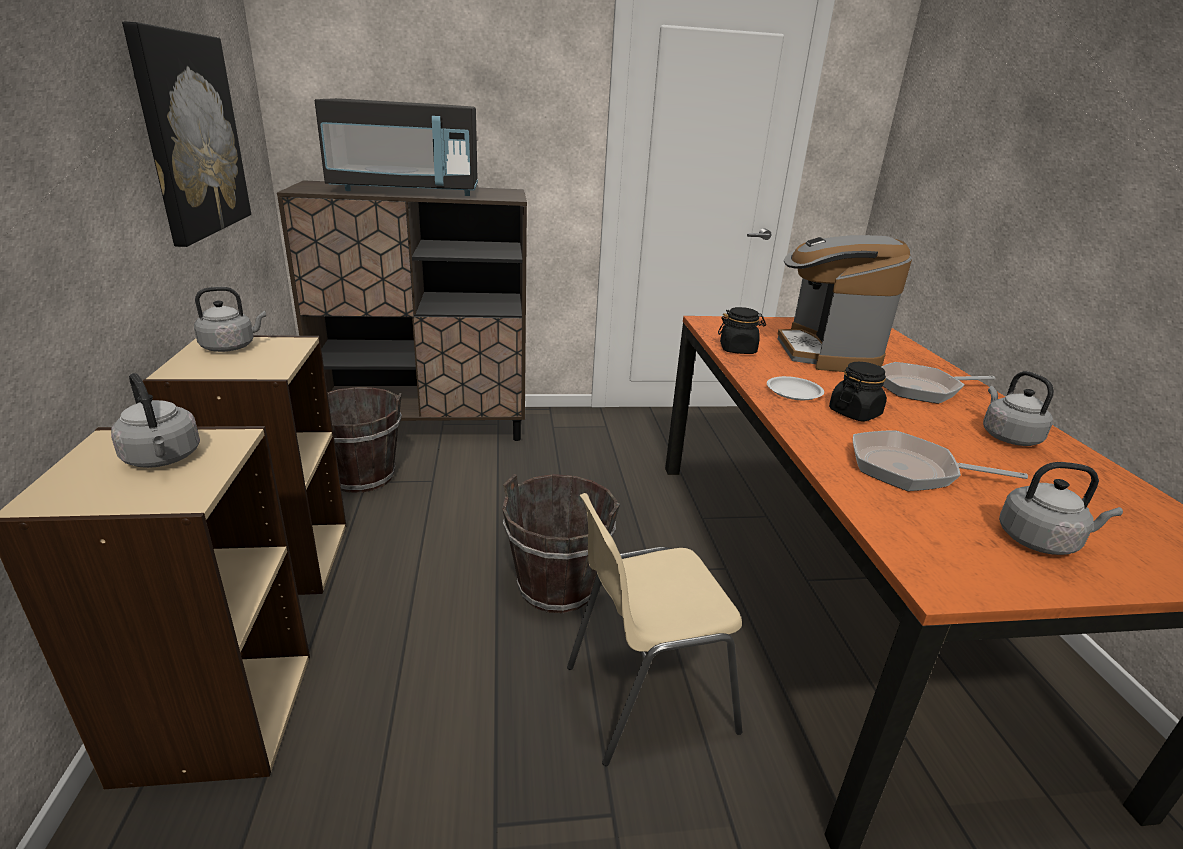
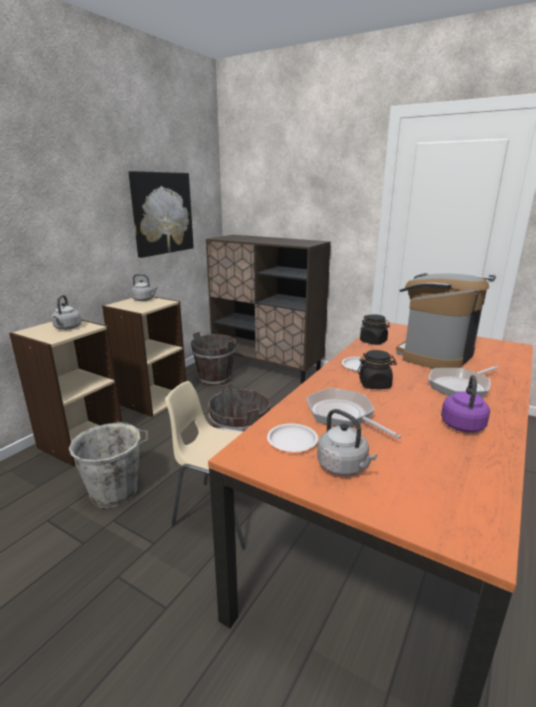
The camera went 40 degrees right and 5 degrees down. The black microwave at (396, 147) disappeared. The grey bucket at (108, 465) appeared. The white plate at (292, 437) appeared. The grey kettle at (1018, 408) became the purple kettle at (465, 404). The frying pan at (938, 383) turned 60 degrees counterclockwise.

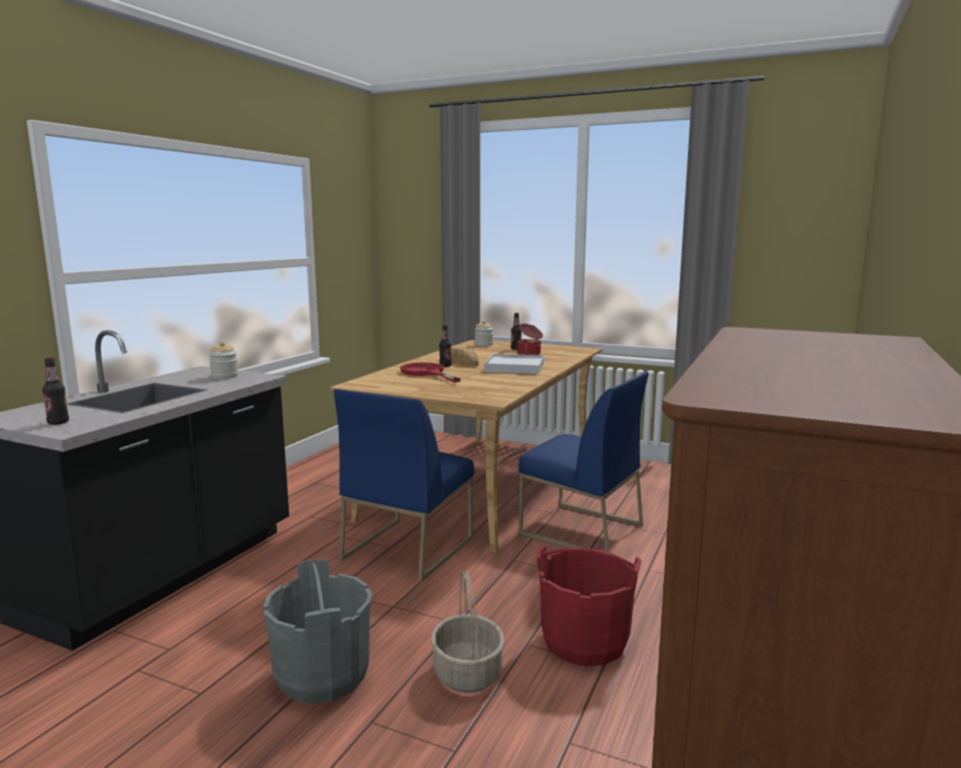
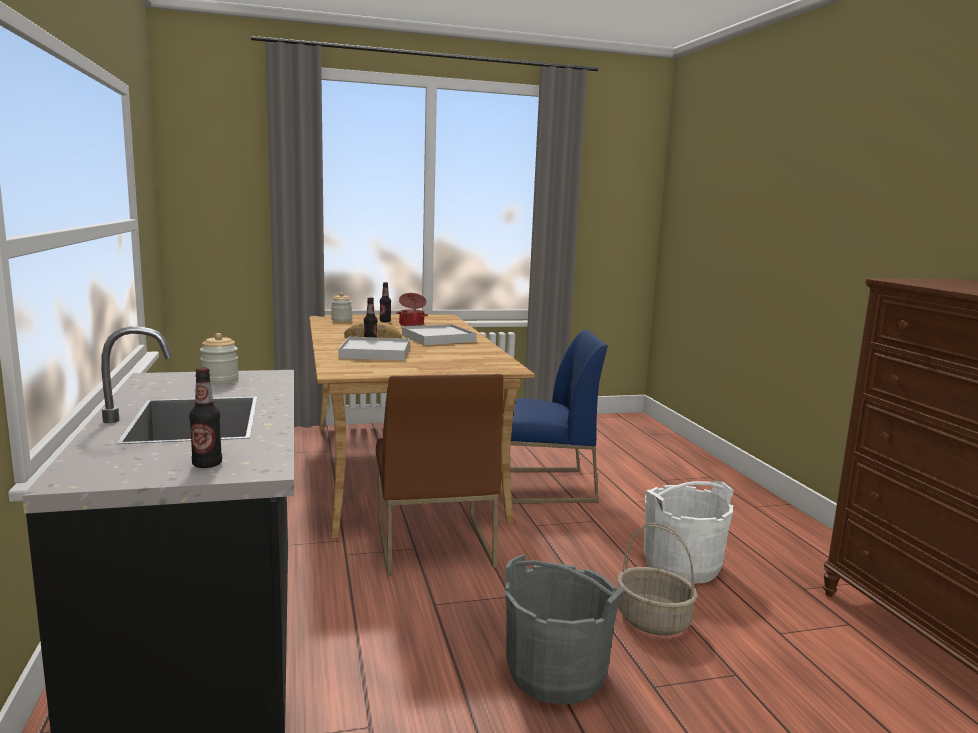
The camera went 40 degrees left and 0 degrees up. The red frying pan at (430, 372) was replaced by the white tray at (374, 348). The blue chair at (404, 485) became the brown chair at (439, 475). The red bucket at (589, 605) became the white bucket at (688, 532).

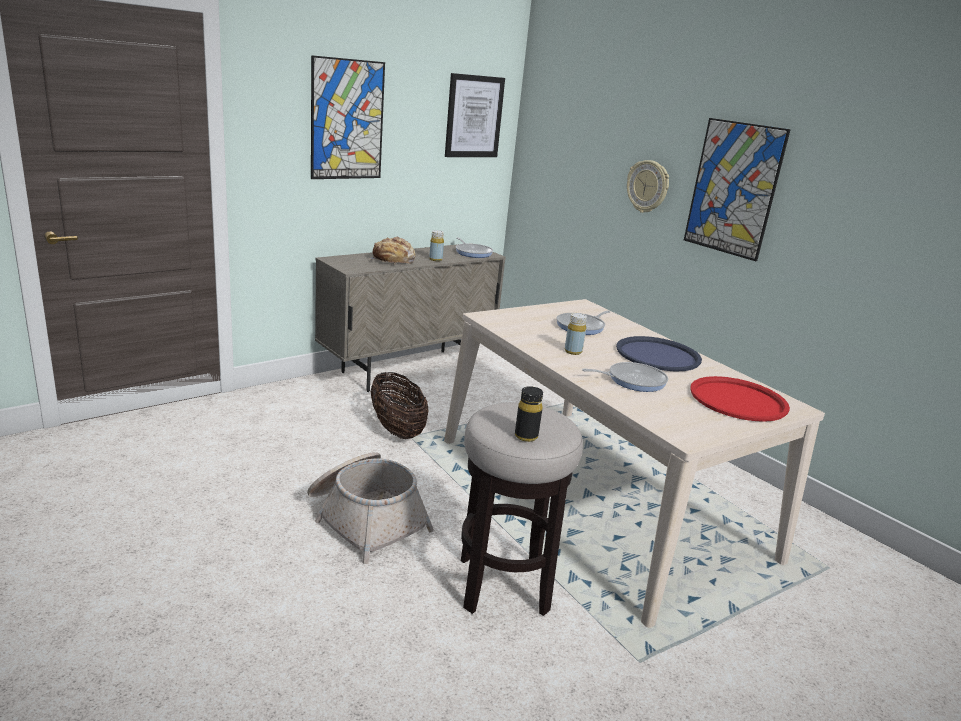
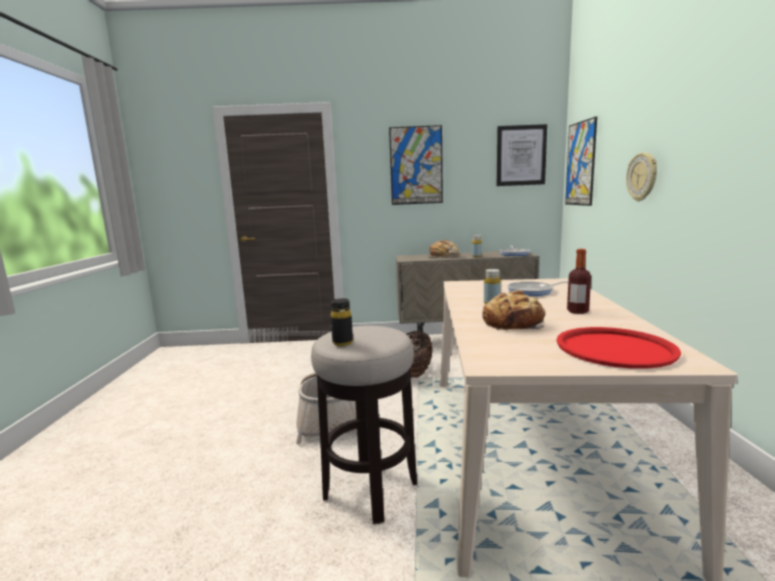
The camera went 40 degrees right and 10 degrees down. The picture moved from (737, 189) to (581, 161). The frying pan at (625, 377) was replaced by the bread at (513, 310). The blue tray at (659, 353) was replaced by the bottle at (579, 281).

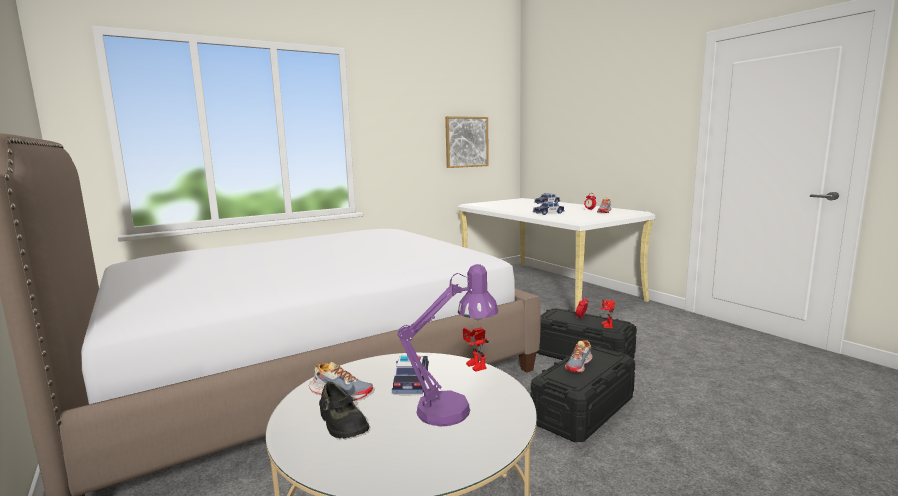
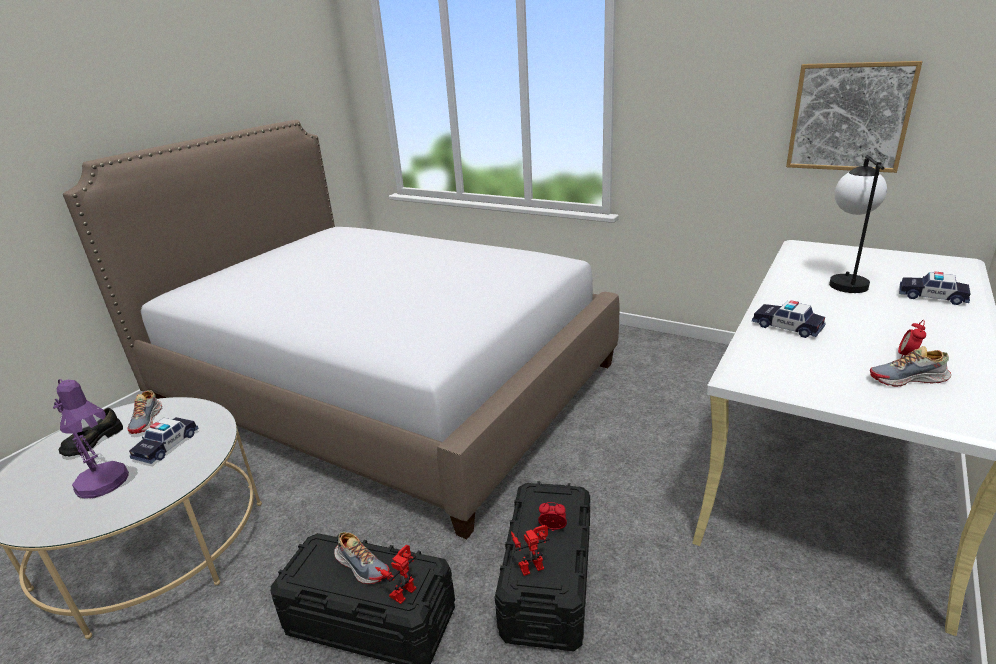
The camera went 65 degrees right and 15 degrees up. The table lamp at (858, 224) appeared. The toy robot moved from (476, 349) to (395, 574). The toy car at (410, 374) turned 135 degrees clockwise. The shoe at (578, 356) turned 150 degrees counterclockwise.

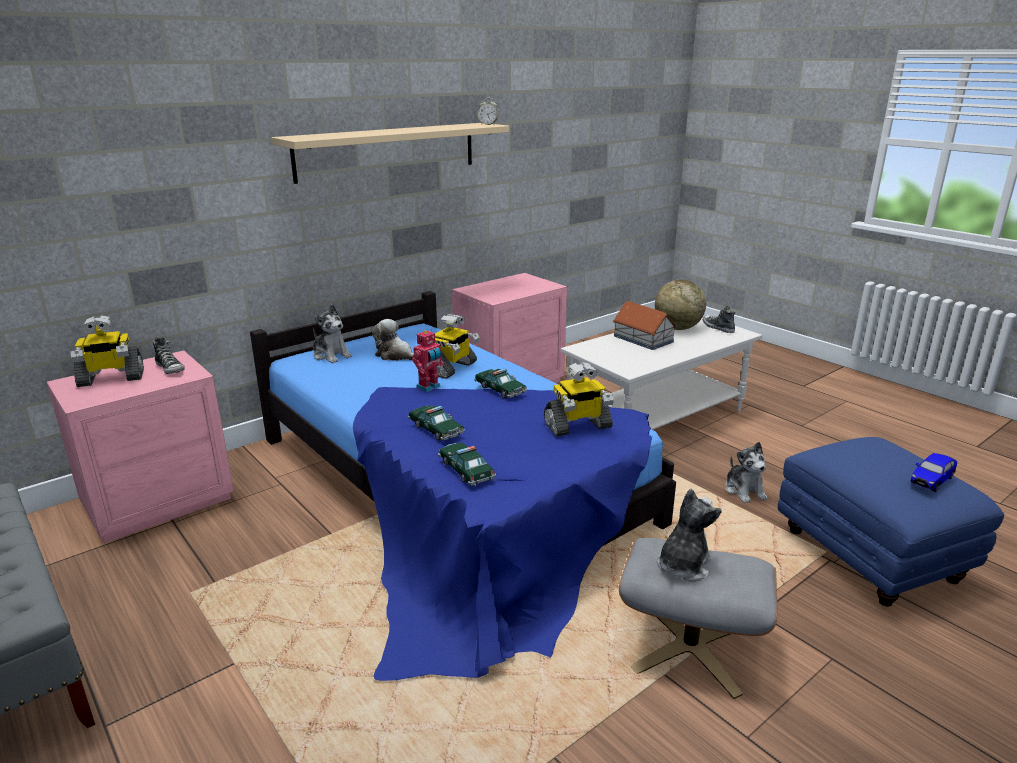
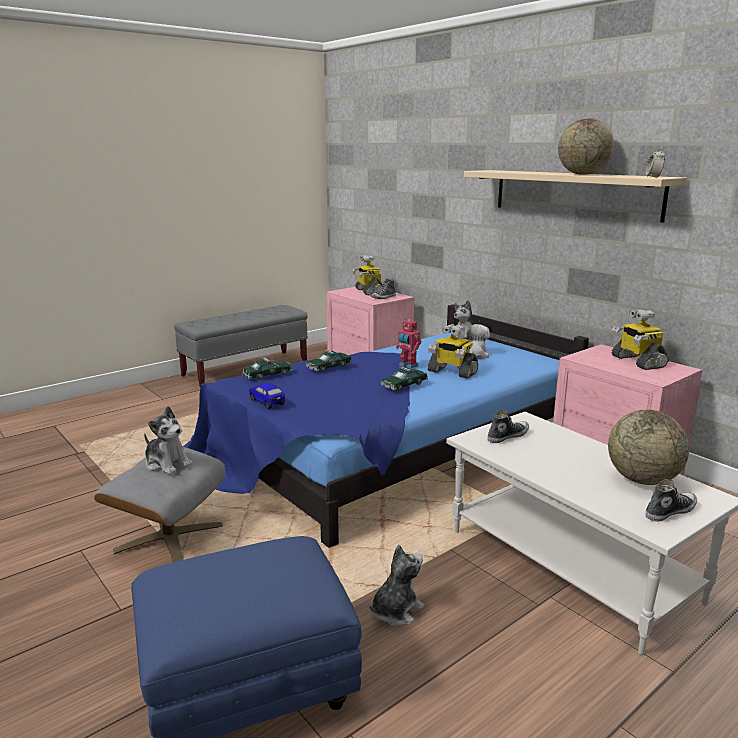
The camera went 90 degrees right and 5 degrees down. The toy house at (645, 325) disappeared. The shoe at (508, 426) appeared. The globe at (586, 147) appeared. The toy robot moved from (579, 399) to (640, 339). The toy car moved from (934, 472) to (267, 396). The plush toy at (746, 472) turned 150 degrees clockwise.

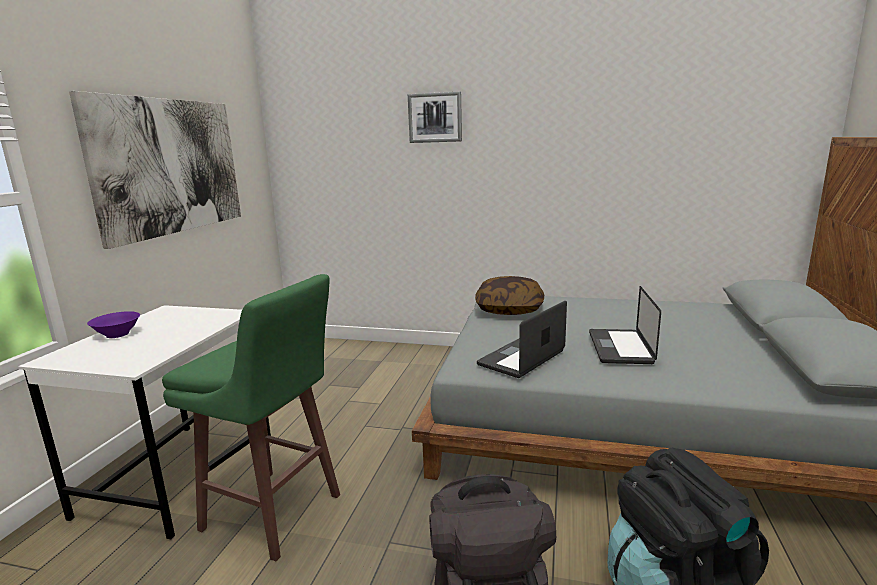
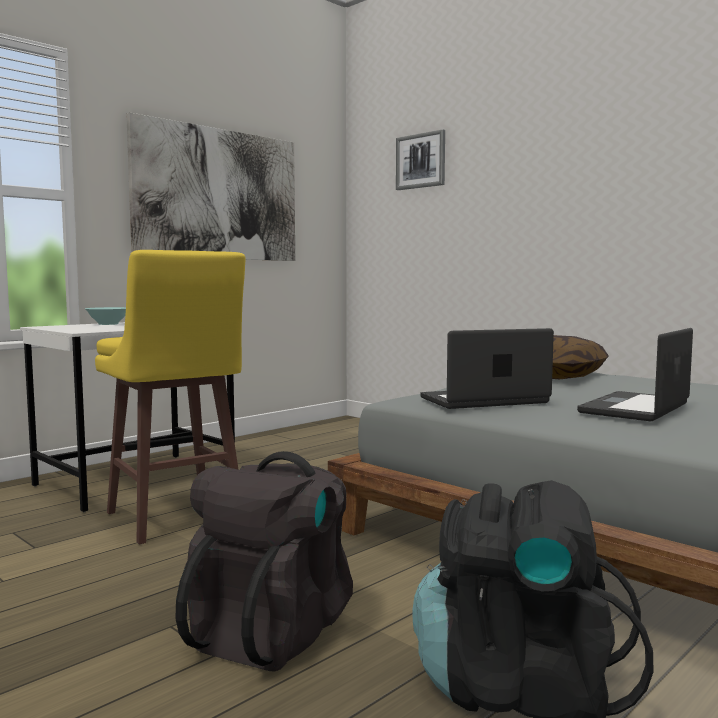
The camera went 30 degrees right and 10 degrees down. The picture moved from (435, 117) to (420, 159). The purple bowl at (113, 324) became the turquoise bowl at (105, 316). The green stool at (251, 417) became the yellow stool at (170, 397).

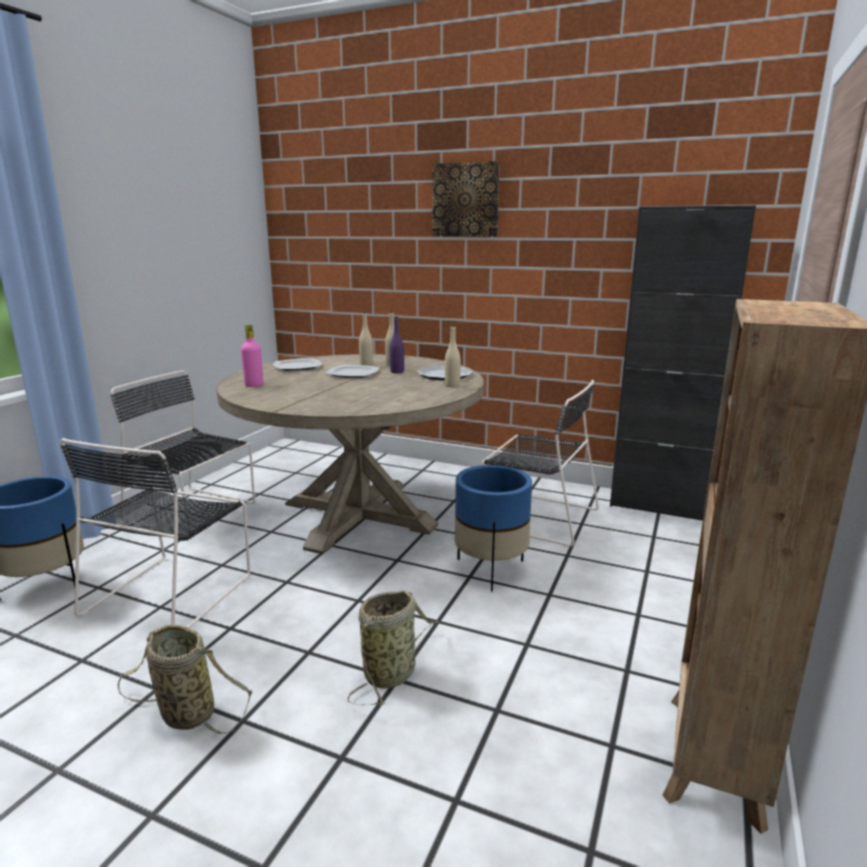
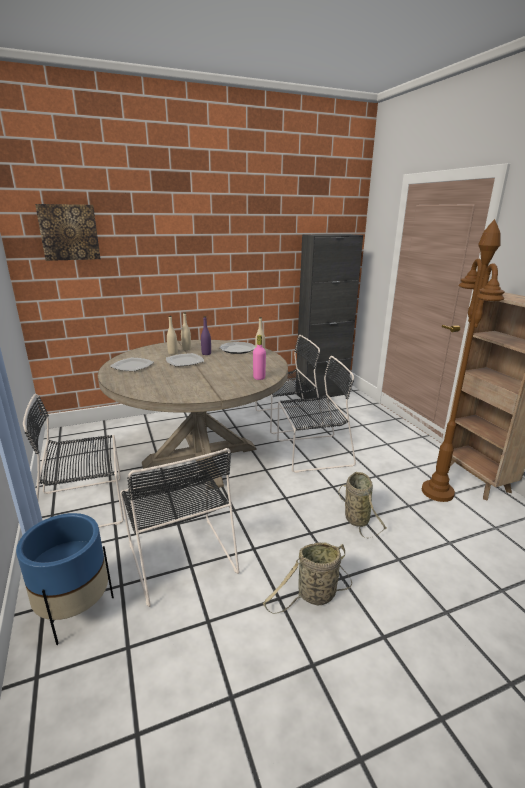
The camera went 45 degrees left and 5 degrees up. The brown floor lamp at (463, 360) appeared. The pink bottle moved from (252, 356) to (259, 357). The picture moved from (466, 198) to (67, 232). The blue planter at (493, 528) was replaced by the black chair at (316, 414).

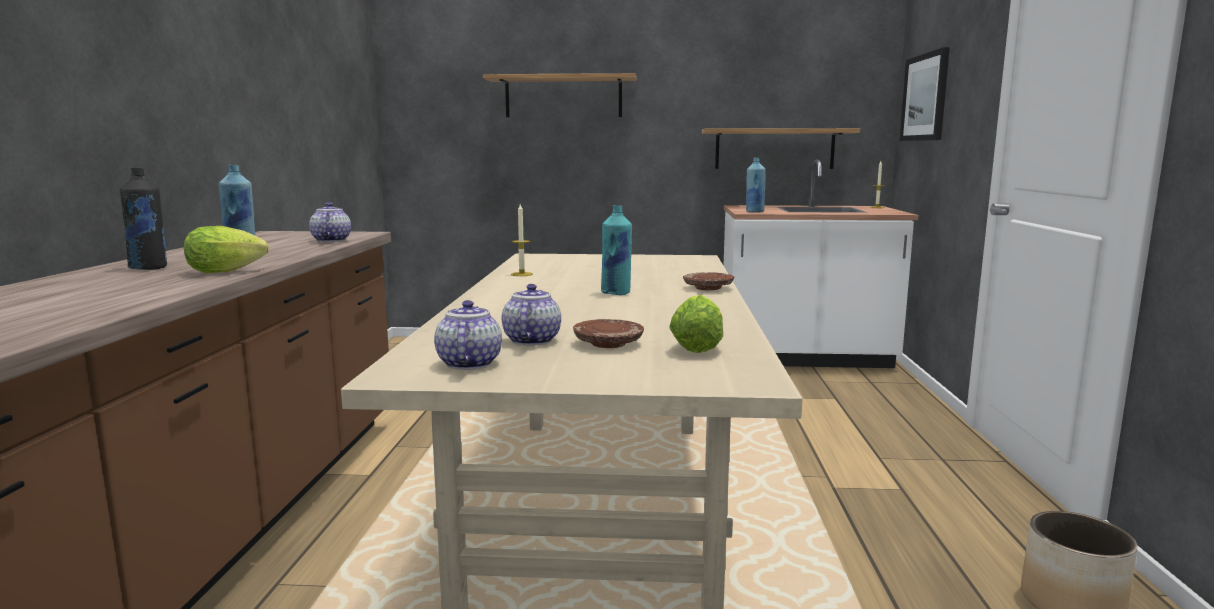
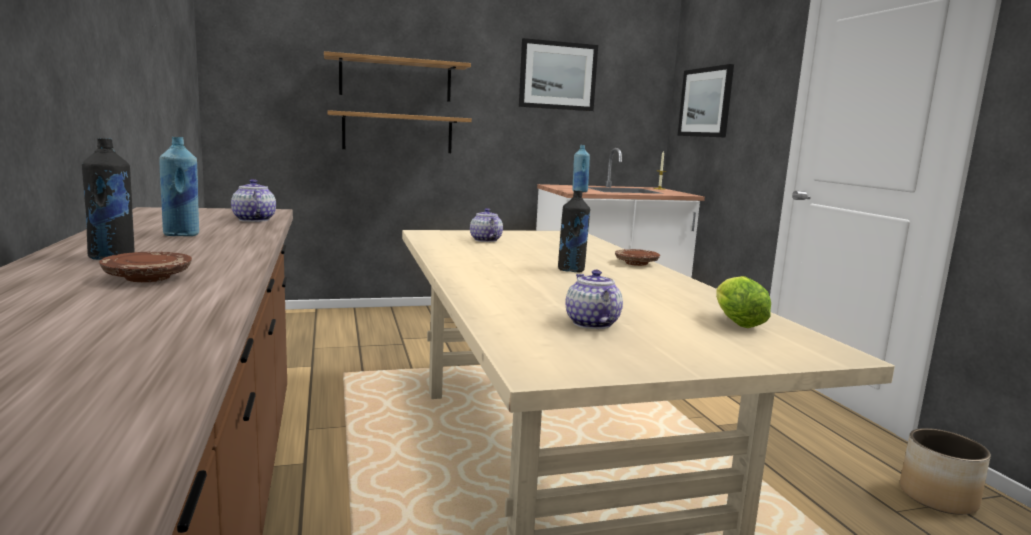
The camera went 20 degrees left and 0 degrees up. The lettuce at (226, 249) disappeared. The candle at (522, 240) disappeared. The picture at (558, 74) appeared. The teapot moved from (468, 335) to (486, 225). The brown plate moved from (608, 333) to (145, 267). The shelf moved from (781, 148) to (399, 131). The turquoise bottle at (616, 250) became the black bottle at (574, 231).

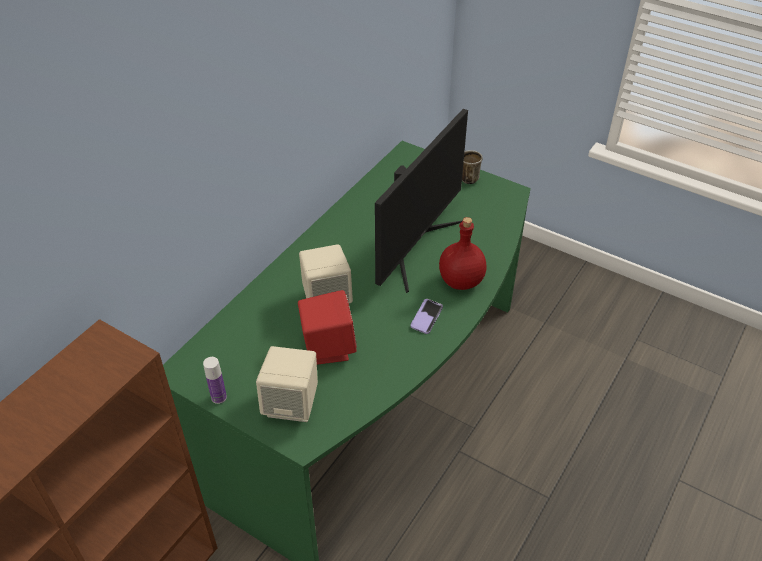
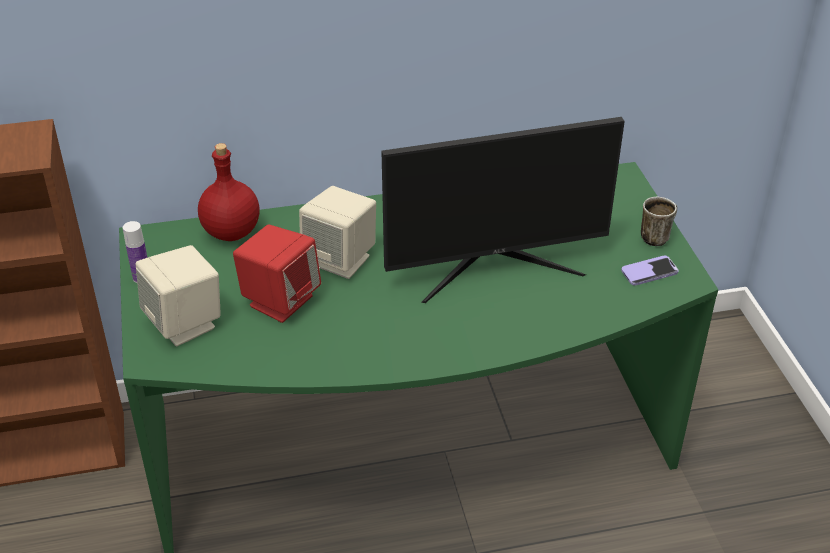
The camera went 45 degrees right and 5 degrees down. The phone moved from (426, 316) to (650, 270). The red bottle moved from (463, 253) to (229, 192).

